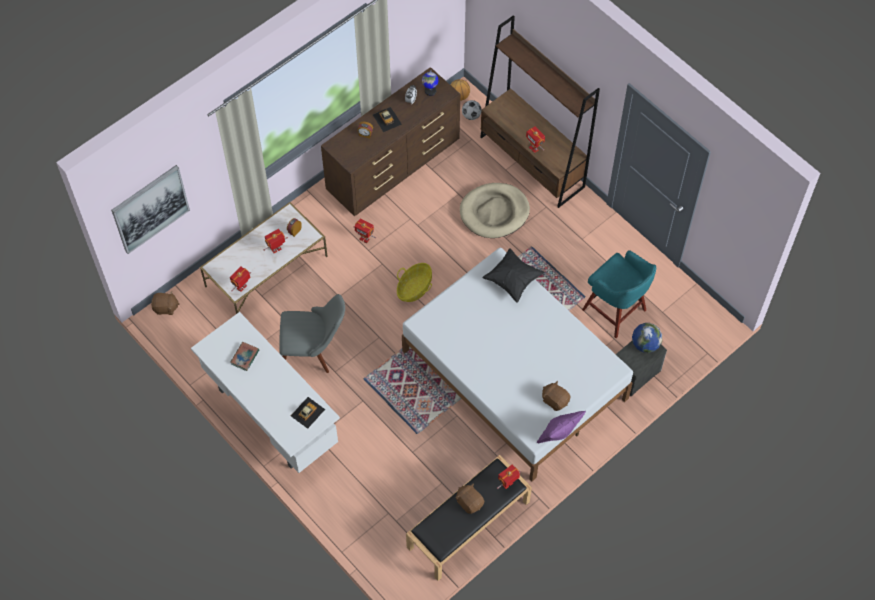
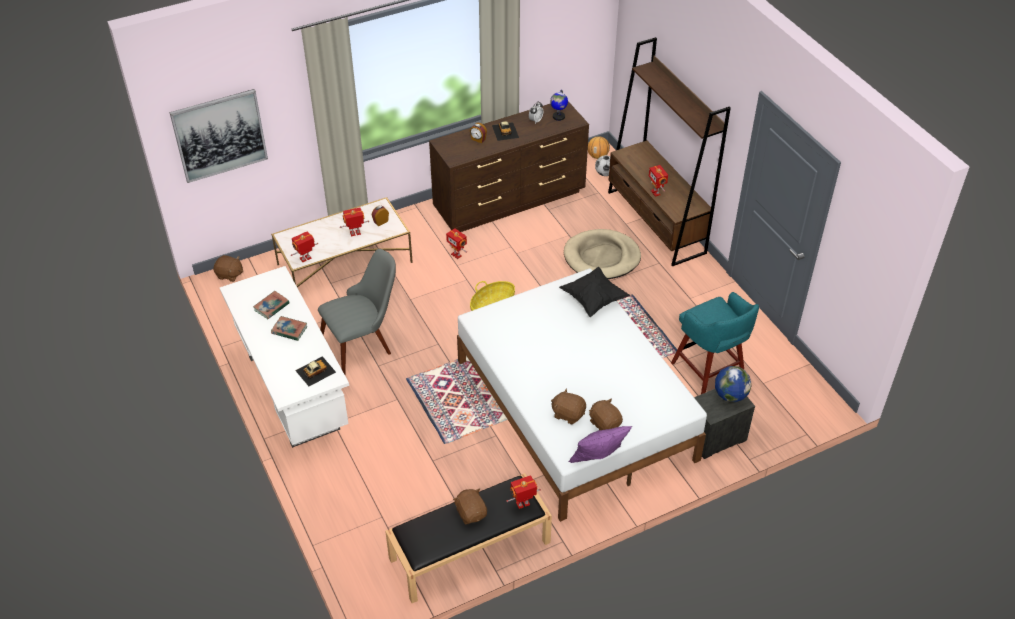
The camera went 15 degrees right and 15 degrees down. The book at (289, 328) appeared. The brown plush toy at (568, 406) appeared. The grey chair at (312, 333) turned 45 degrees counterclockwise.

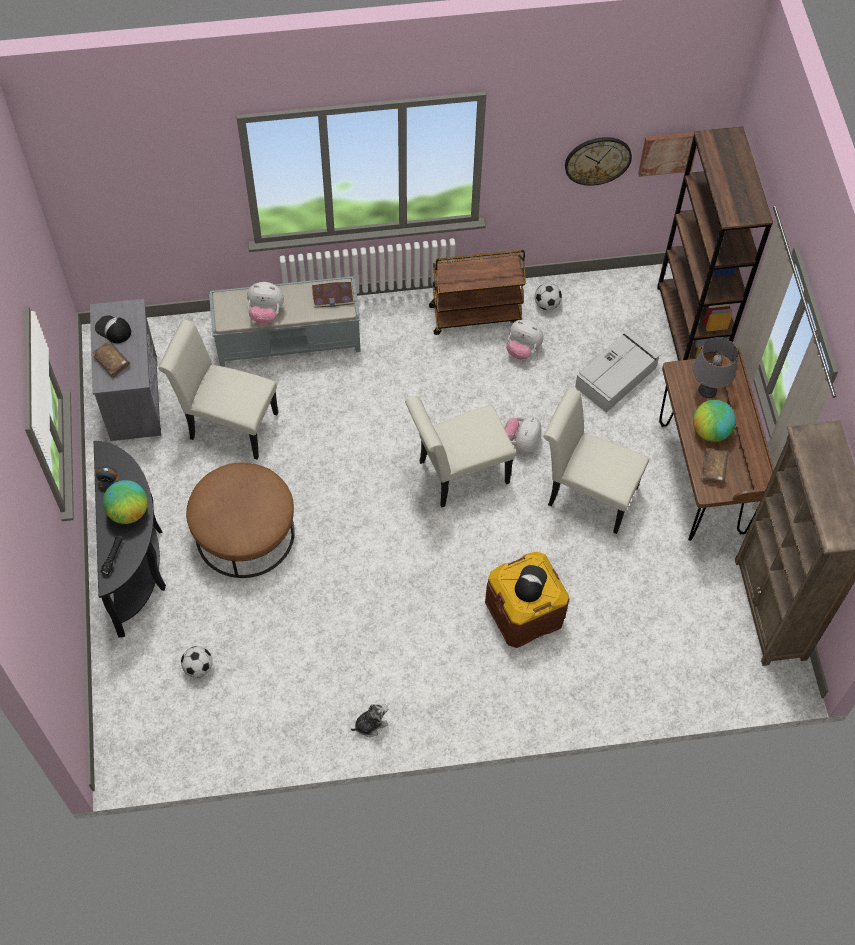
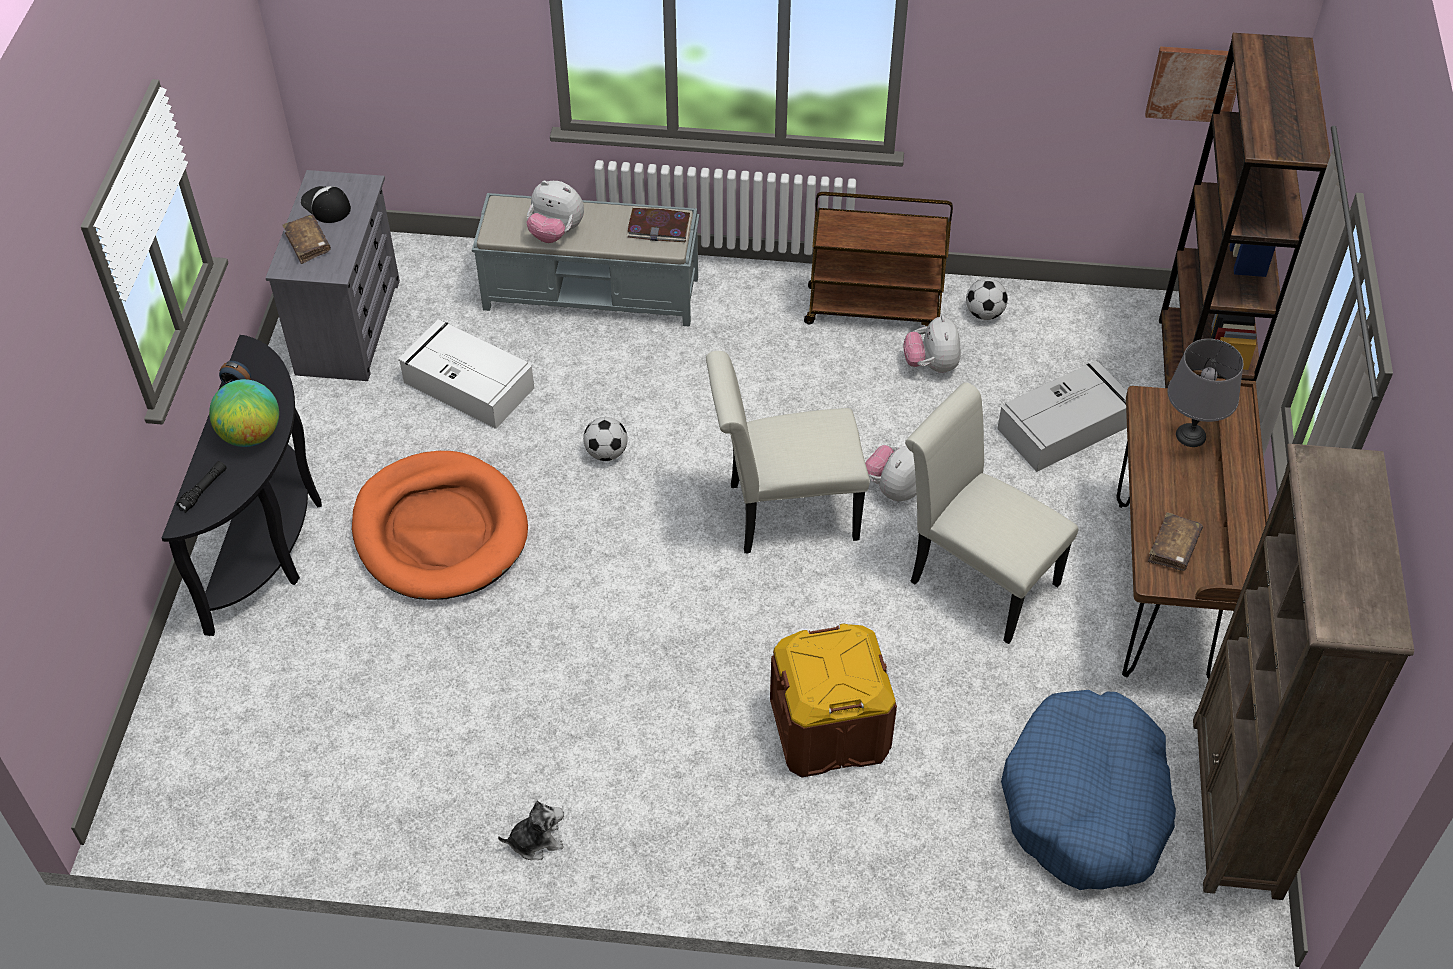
The camera went 15 degrees right and 10 degrees down. The cap at (531, 583) disappeared. The wall clock at (598, 161) disappeared. The globe at (714, 420) disappeared. The blue dog bed at (1088, 790) appeared. The football moved from (197, 662) to (605, 439). The white chair at (218, 390) was replaced by the white storage box at (466, 374). The brown ottoman at (240, 520) was replaced by the orange dog bed at (440, 525). The plush toy at (525, 339) turned 45 degrees clockwise.

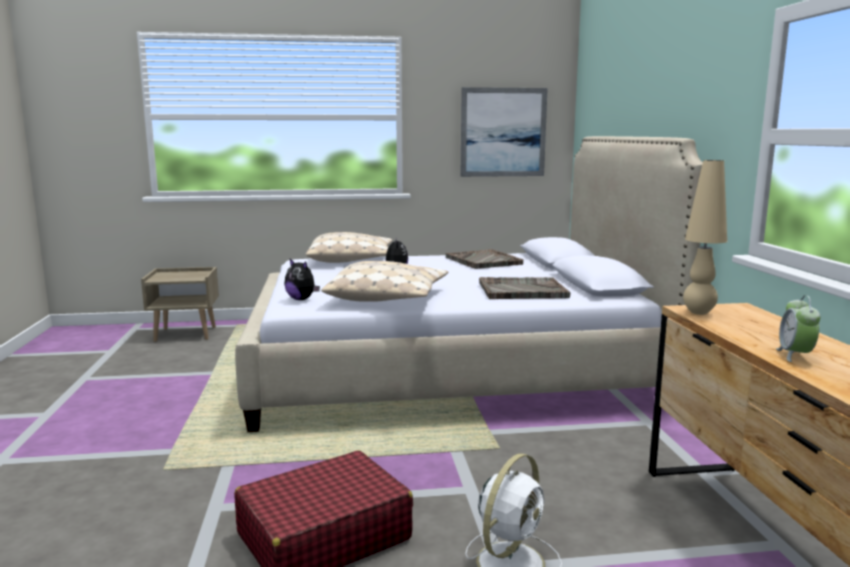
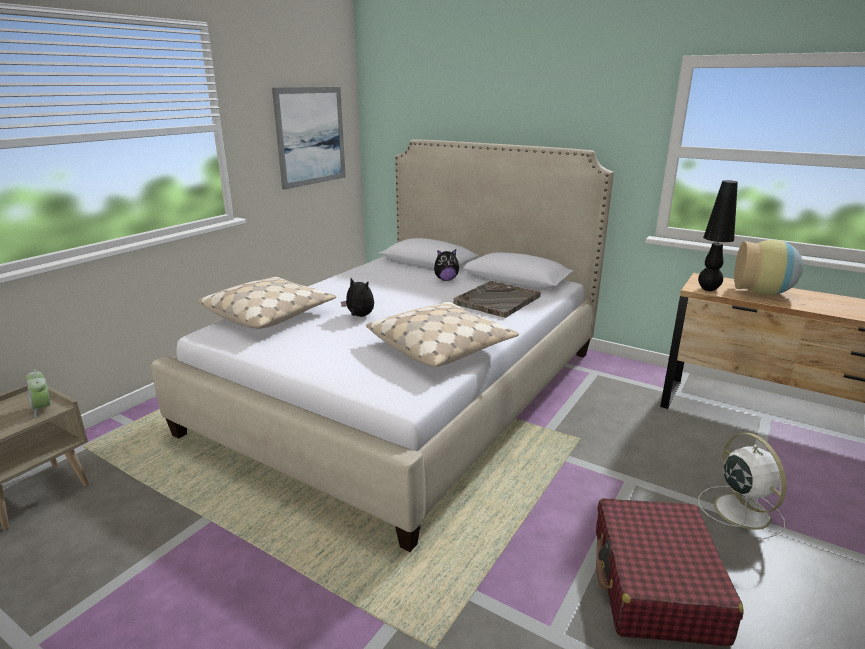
The camera went 50 degrees left and 10 degrees up. The grey tray at (484, 259) disappeared. The vase at (768, 267) appeared. The plush toy moved from (302, 279) to (446, 265). The alarm clock moved from (798, 328) to (38, 393). The beige table lamp at (705, 237) became the black table lamp at (718, 235).

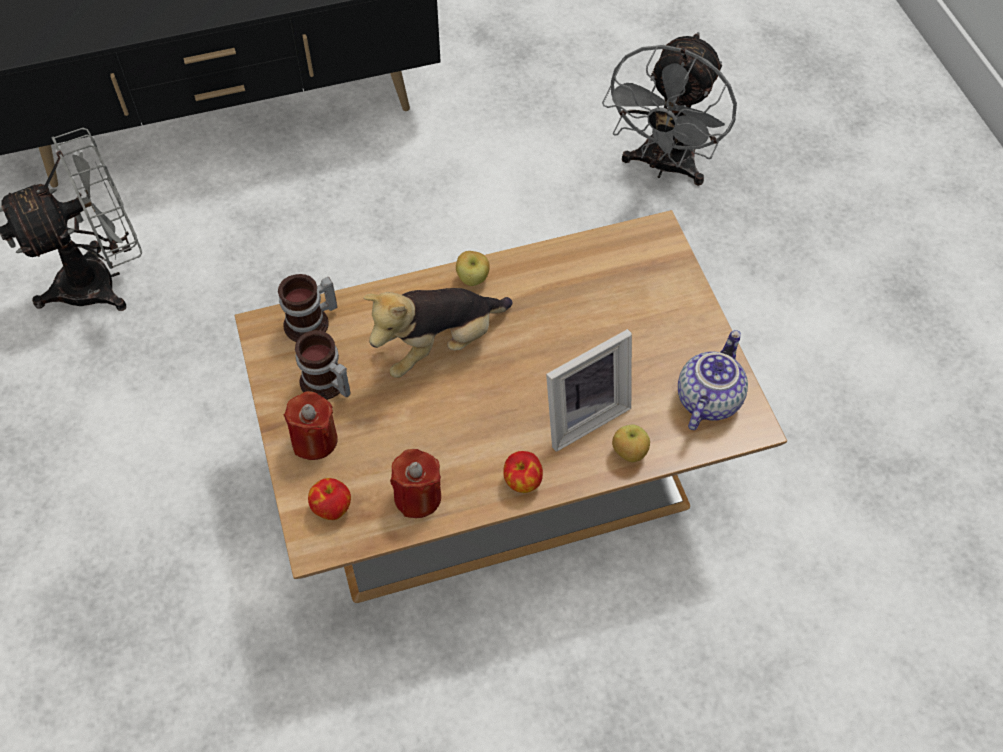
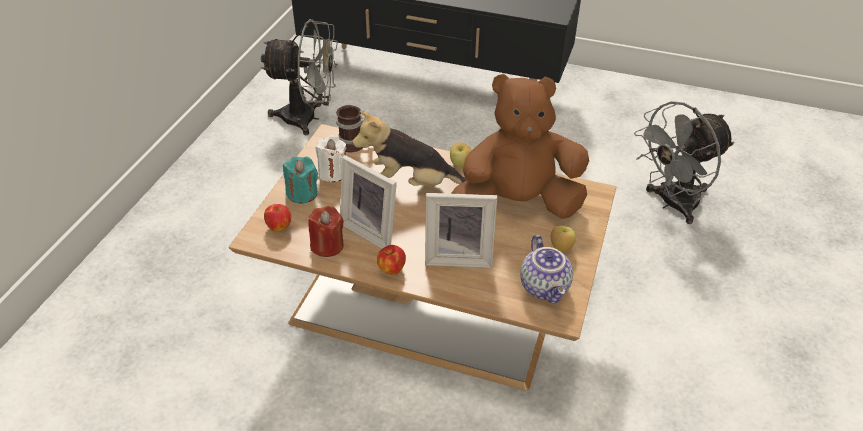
The camera went 35 degrees right and 15 degrees down. The picture frame at (368, 202) appeared. The brown plush toy at (520, 146) appeared. The apple moved from (631, 443) to (563, 239). The mug at (323, 365) was replaced by the white candle at (330, 158). The red candle at (311, 425) became the turquoise candle at (300, 180). The teapot at (713, 380) turned 105 degrees clockwise.

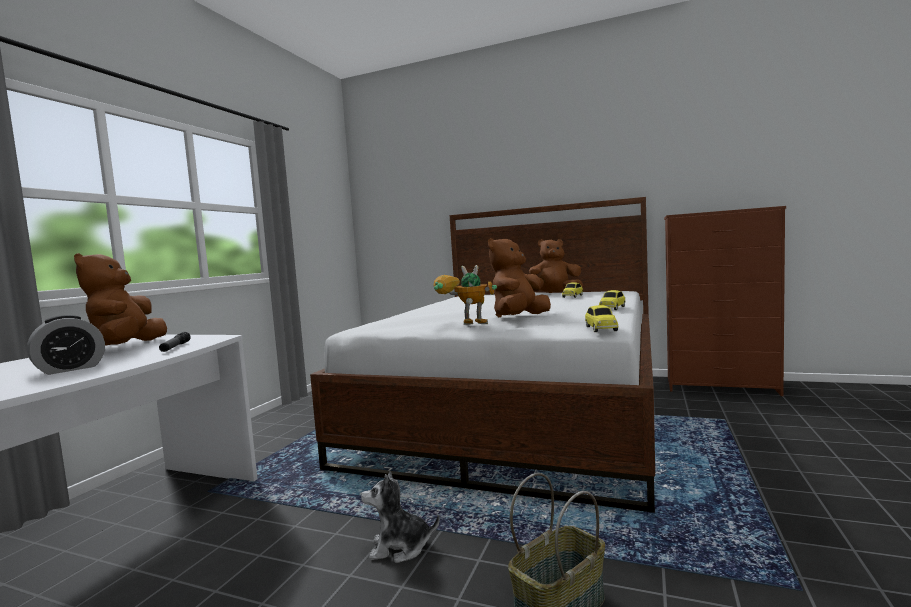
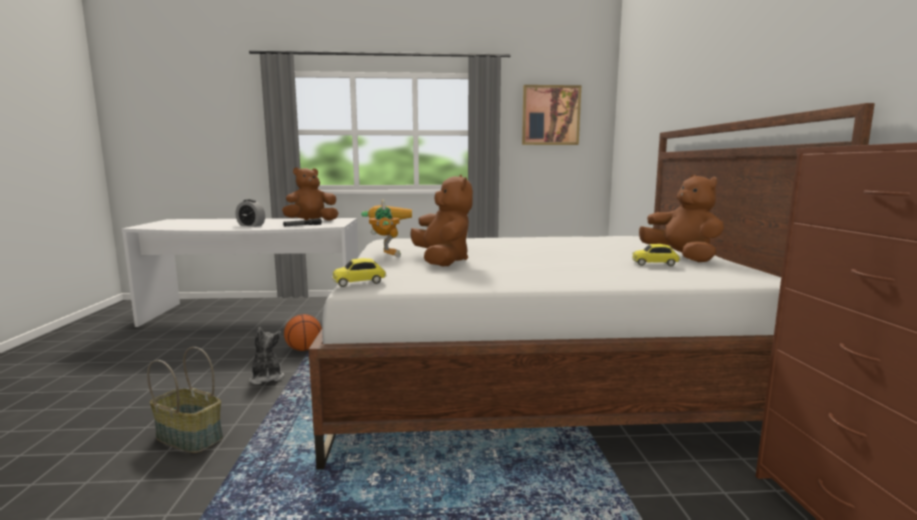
The camera went 65 degrees right and 5 degrees up. The toy car at (612, 300) disappeared. The basketball at (303, 332) appeared. The picture at (551, 115) appeared. The brown plush toy at (519, 278) turned 60 degrees clockwise.

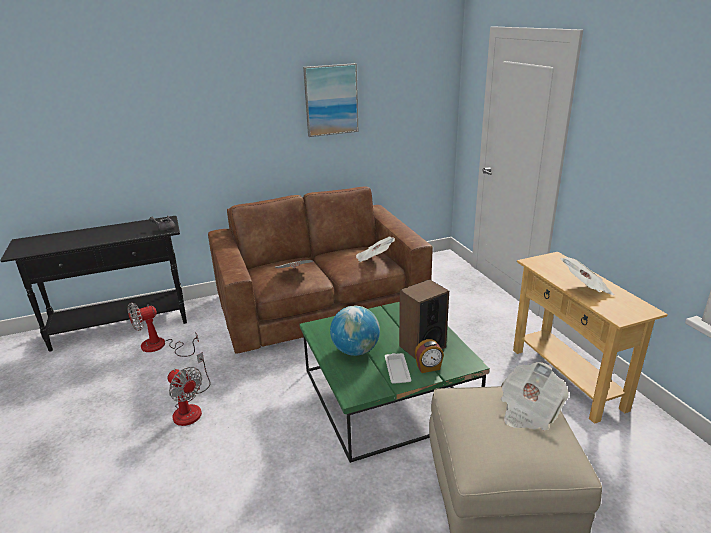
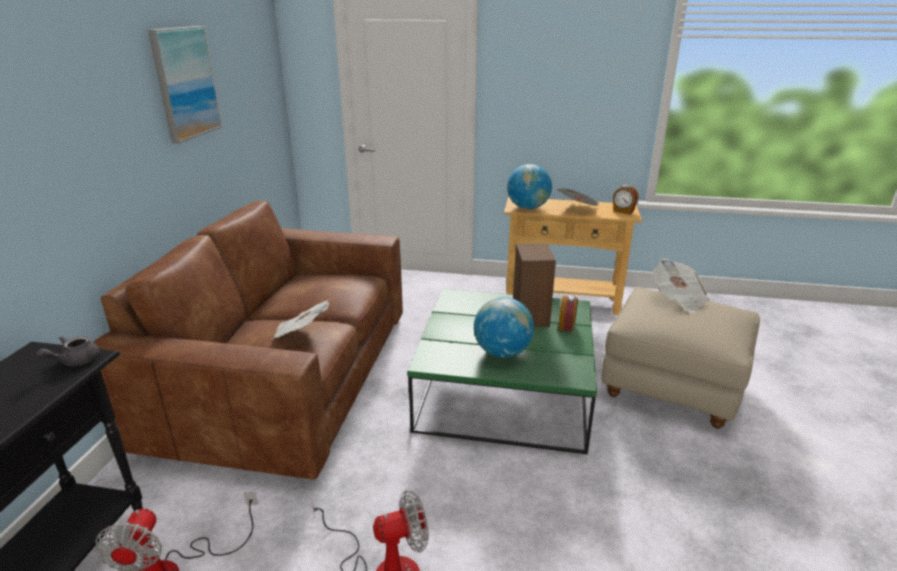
The camera went 60 degrees left and 0 degrees up. The newspaper at (375, 250) disappeared. The white tray at (398, 368) disappeared. The globe at (529, 186) appeared. The alarm clock at (626, 200) appeared.

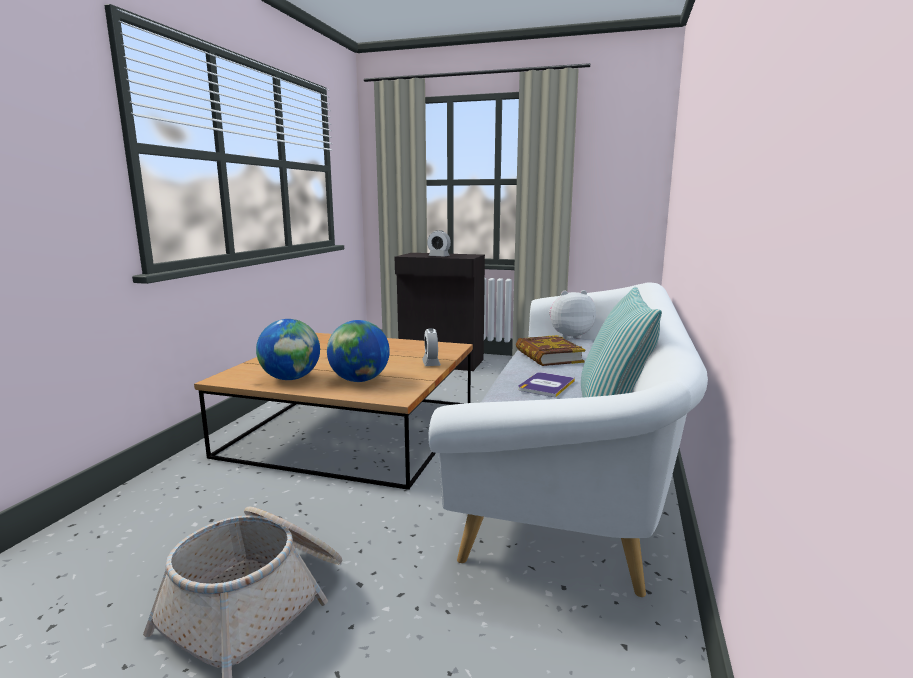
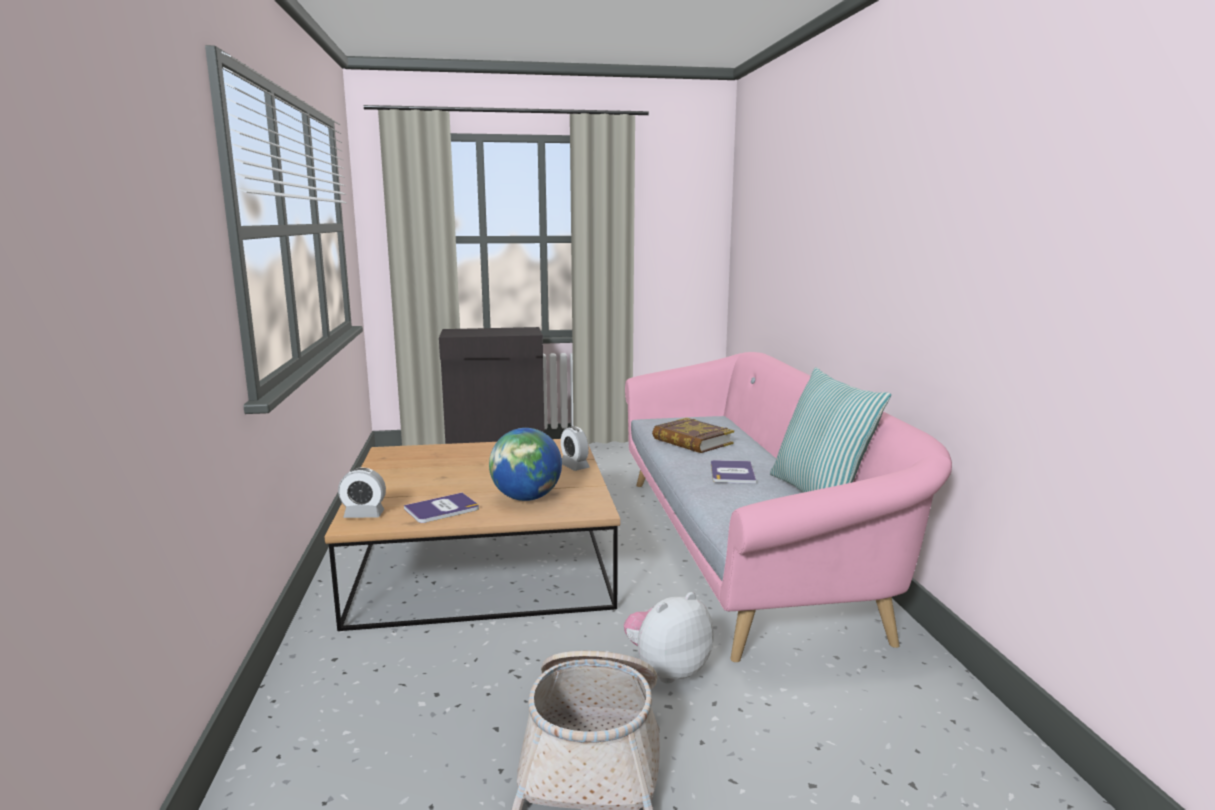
The camera went 25 degrees left and 0 degrees up. The alarm clock moved from (439, 243) to (362, 492). The plush toy moved from (572, 314) to (668, 637). The globe at (288, 349) was replaced by the book at (441, 508). The white sofa at (568, 439) became the pink sofa at (788, 507).

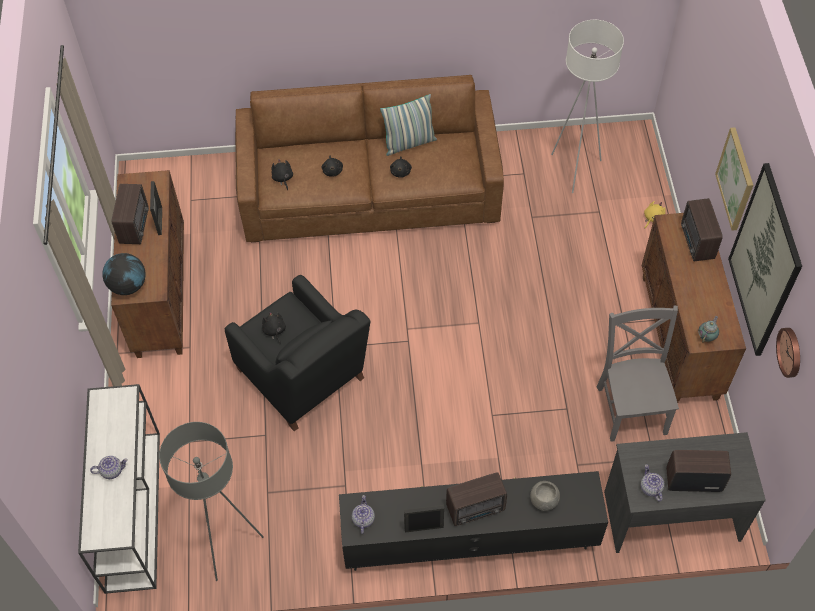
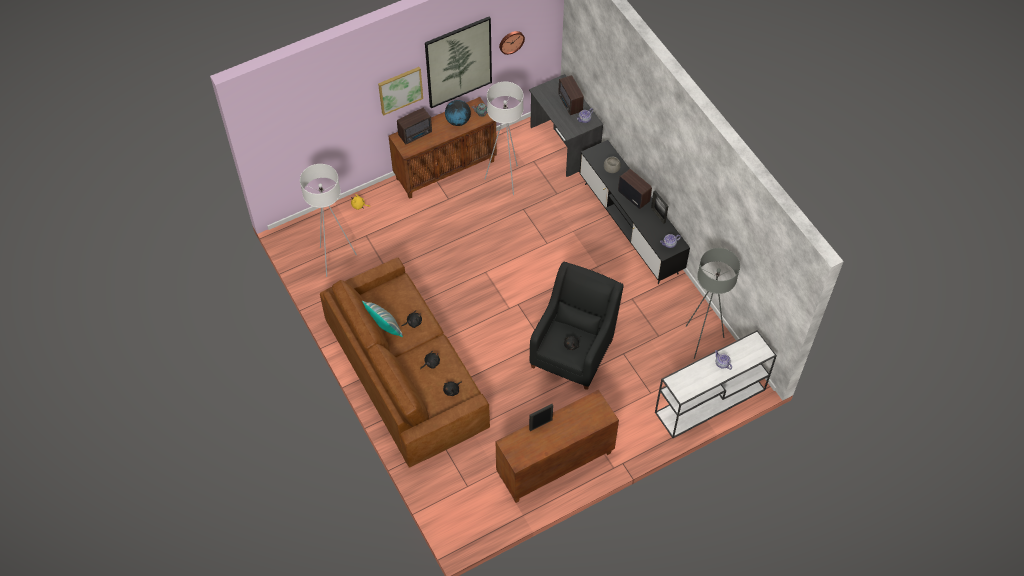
The camera went 115 degrees left and 0 degrees up. The radio at (130, 214) disappeared. The globe moved from (124, 274) to (458, 113). The grey chair at (638, 373) was replaced by the white floor lamp at (504, 138).

